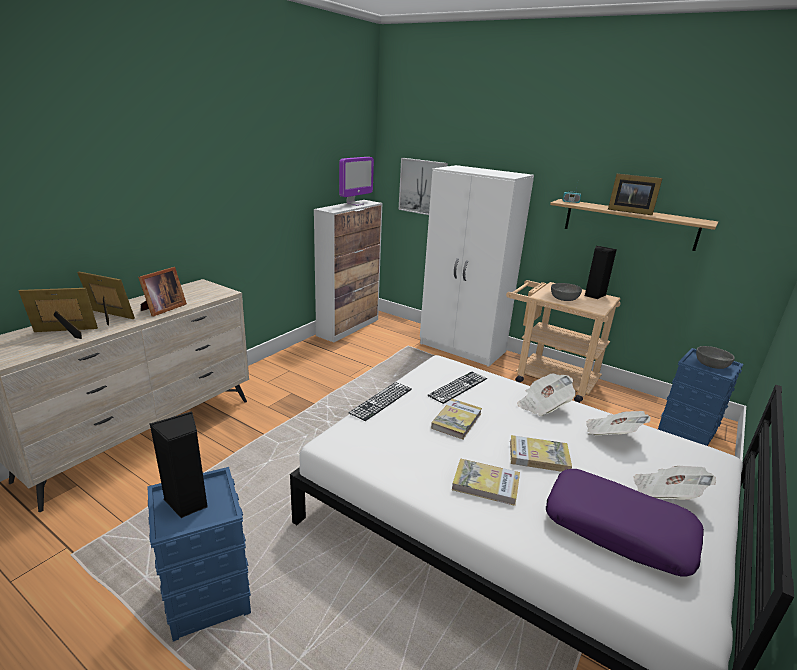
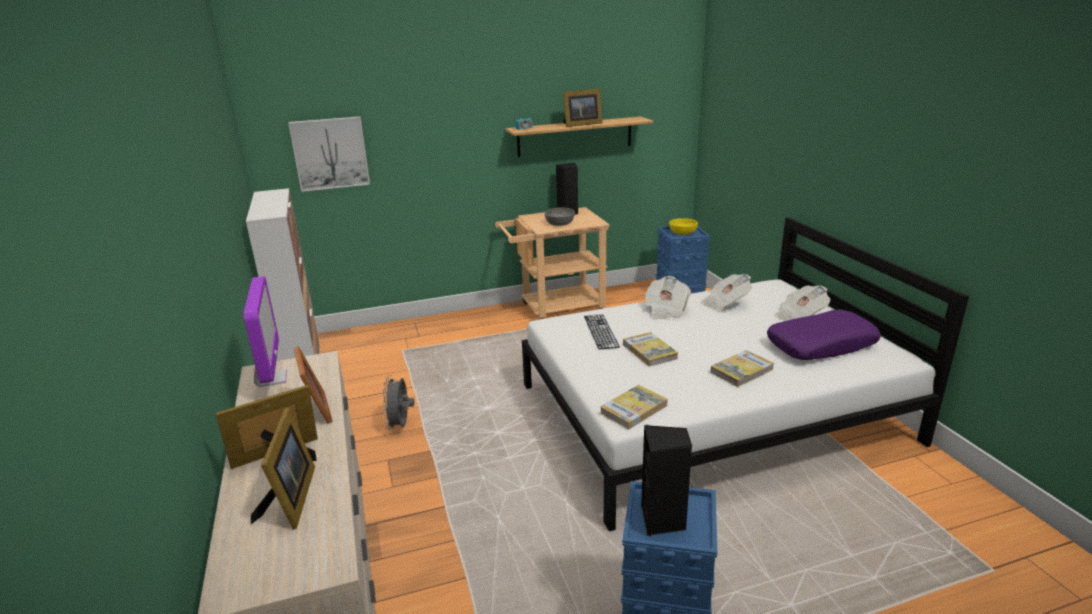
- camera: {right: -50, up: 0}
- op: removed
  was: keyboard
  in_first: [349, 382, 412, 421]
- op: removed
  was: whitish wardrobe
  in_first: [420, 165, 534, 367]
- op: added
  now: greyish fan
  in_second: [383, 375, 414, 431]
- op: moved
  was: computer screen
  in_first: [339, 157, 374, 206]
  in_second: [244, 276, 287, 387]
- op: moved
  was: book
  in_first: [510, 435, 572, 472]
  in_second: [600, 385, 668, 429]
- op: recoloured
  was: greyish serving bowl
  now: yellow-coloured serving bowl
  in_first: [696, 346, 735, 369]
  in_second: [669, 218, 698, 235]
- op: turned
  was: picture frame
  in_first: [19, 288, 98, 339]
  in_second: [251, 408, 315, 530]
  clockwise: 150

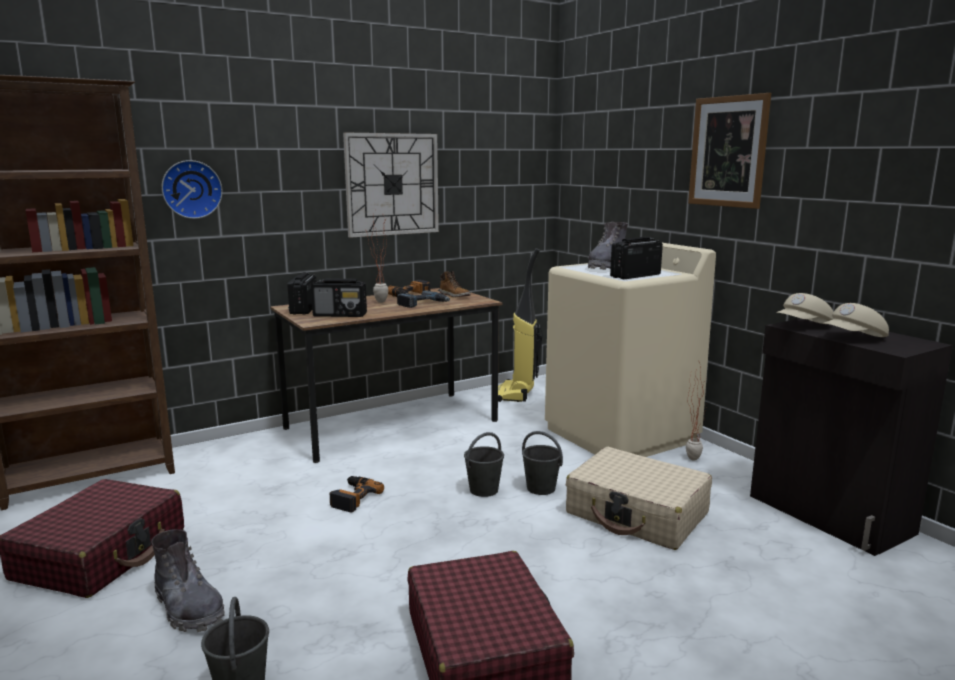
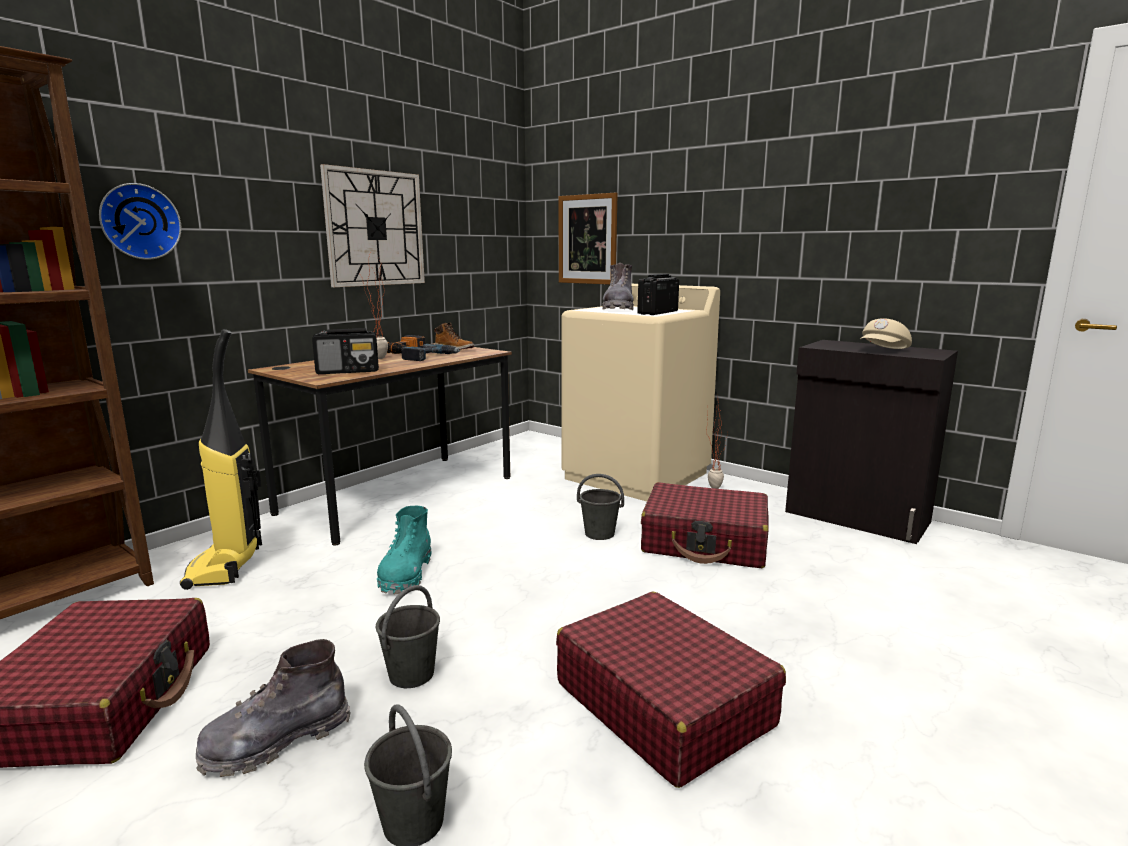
- camera: {right: -20, up: 0}
- op: removed
  was: radio
  in_first: [287, 272, 316, 315]
- op: removed
  was: sand-coloured cap
  in_first: [776, 293, 834, 324]
- op: moved
  was: greyish water bucket
  in_first: [464, 432, 504, 497]
  in_second: [375, 585, 440, 688]
- op: moved
  was: hoover
  in_first: [498, 248, 543, 402]
  in_second: [180, 329, 262, 590]
- op: moved
  was: picture
  in_first: [688, 93, 771, 209]
  in_second: [559, 193, 618, 285]
- op: replaced
  was: drill
  now: blue-green high-top boot
  in_first: [330, 476, 384, 513]
  in_second: [377, 506, 431, 594]
- op: recoloured
  was: sand-coloured travel case
  now: reddish travel case
  in_first: [566, 447, 712, 550]
  in_second: [641, 482, 769, 568]
- op: turned
  was: greyish high-top boot
  in_first: [151, 529, 225, 632]
  in_second: [196, 639, 351, 777]
  clockwise: 120

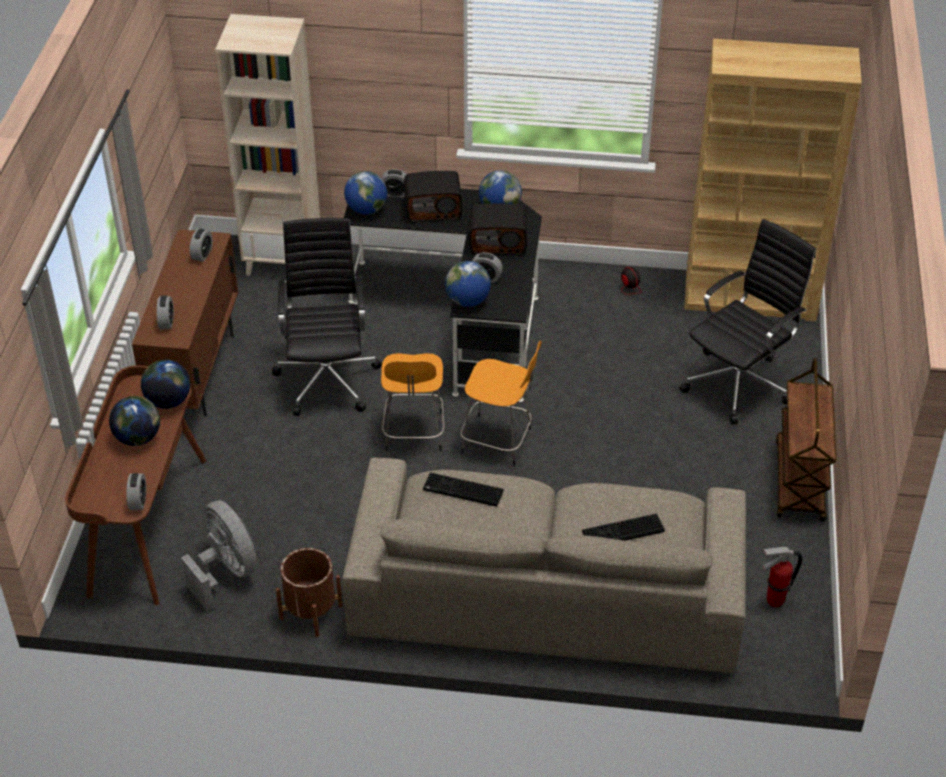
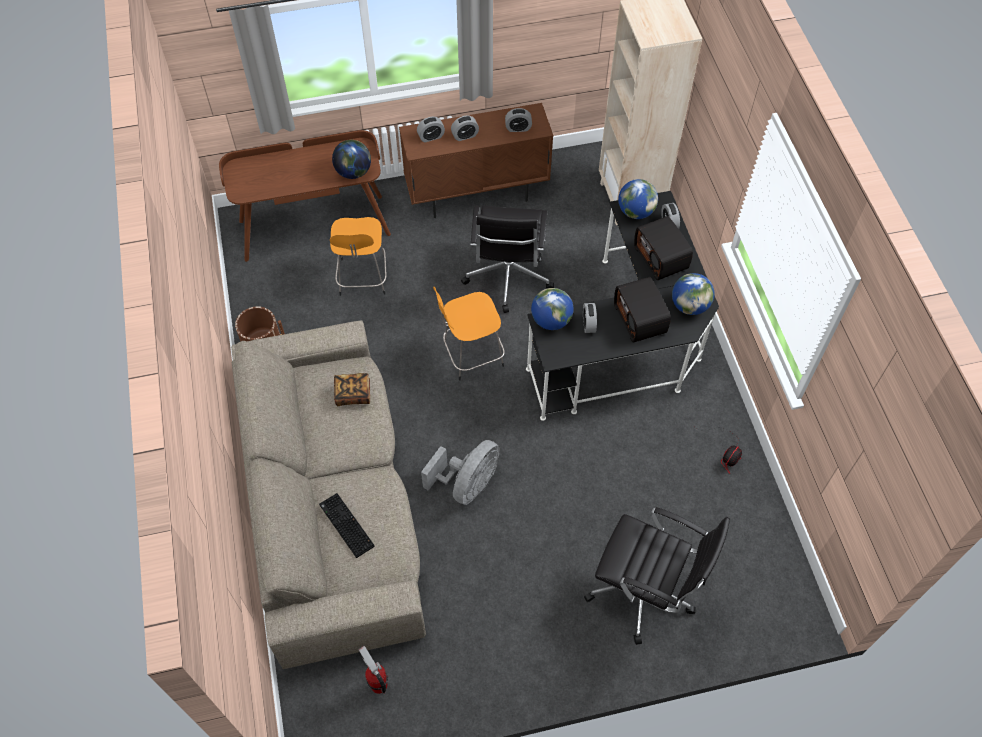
- camera: {right: 70, up: 15}
- op: removed
  was: world globe
  in_first: [109, 396, 160, 446]
- op: removed
  was: brown-coloured shelving unit
  in_first: [685, 39, 862, 322]
- op: removed
  was: brown-coloured wheeled cart
  in_first: [776, 358, 837, 521]
- op: moved
  was: table clock
  in_first: [127, 473, 147, 510]
  in_second: [451, 115, 479, 141]
- op: moved
  was: greyish fan
  in_first: [181, 500, 257, 611]
  in_second: [421, 440, 500, 505]
- op: moved
  was: orange-coloured stool seat
  in_first: [460, 341, 542, 466]
  in_second: [330, 217, 387, 296]
- op: replaced
  was: keyboard
  now: book
  in_first: [423, 472, 504, 507]
  in_second: [334, 373, 370, 406]
- op: turned
  was: blackish office chair
  in_first: [272, 218, 382, 416]
  in_second: [461, 206, 554, 313]
  clockwise: 120

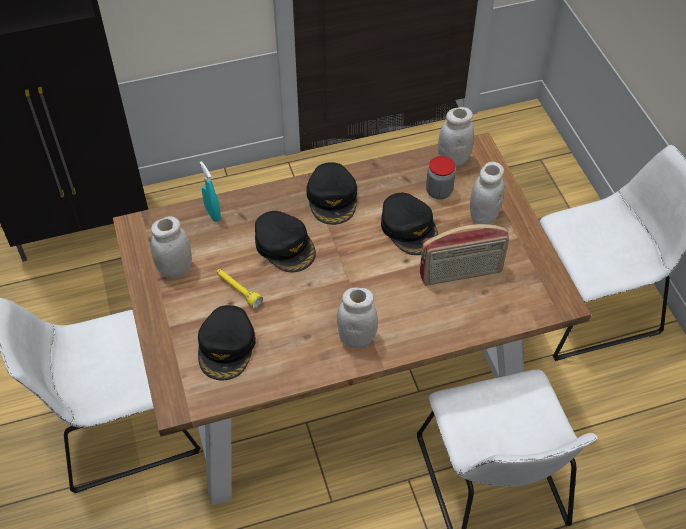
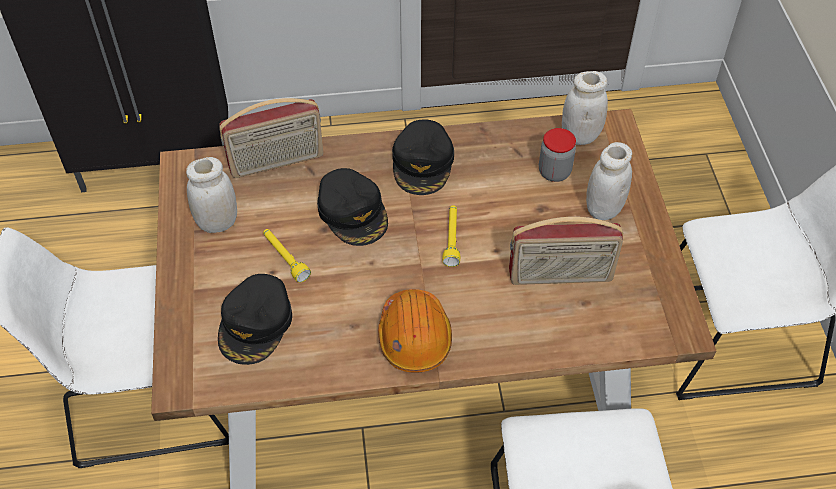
- camera: {right: 10, up: 0}
- op: removed
  was: blackish cap
  in_first: [381, 193, 438, 255]
- op: added
  now: yellow-coloured flashlight
  in_second: [442, 205, 460, 267]
- op: replaced
  was: blue-green spray bottle
  now: radio
  in_first: [200, 161, 221, 221]
  in_second: [219, 98, 323, 178]
- op: replaced
  was: whitish jar
  now: orange-coloured safety helmet
  in_first: [337, 287, 378, 348]
  in_second: [378, 289, 452, 373]

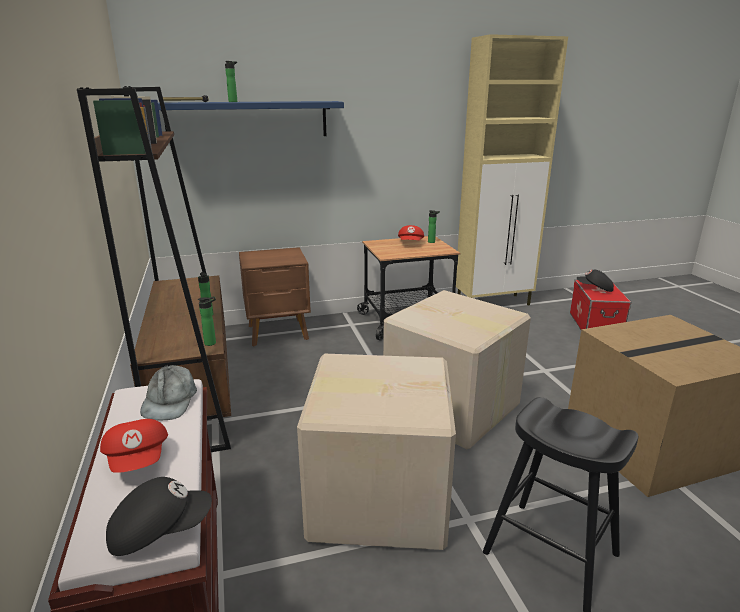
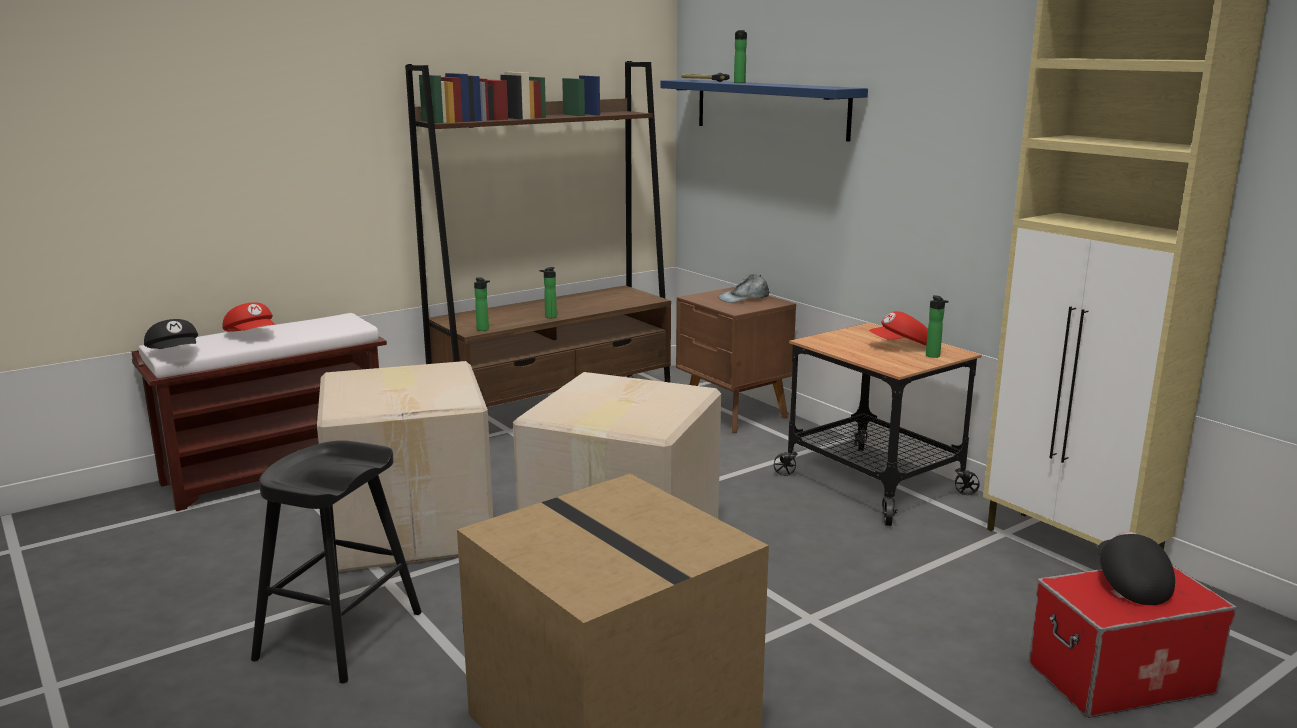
- camera: {right: 70, up: -5}
- op: moved
  was: greyish cap
  in_first: [140, 364, 197, 420]
  in_second: [718, 274, 769, 303]
- op: turned
  was: reddish cap
  in_first: [100, 419, 168, 473]
  in_second: [223, 302, 275, 332]
  clockwise: -90

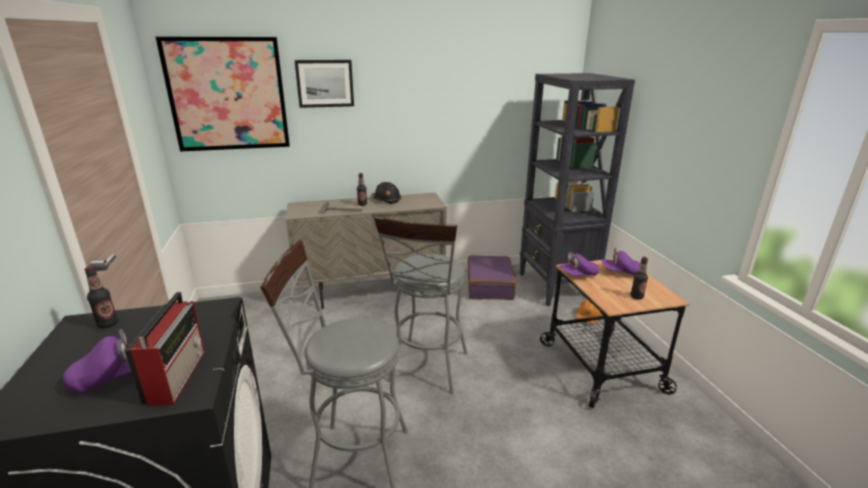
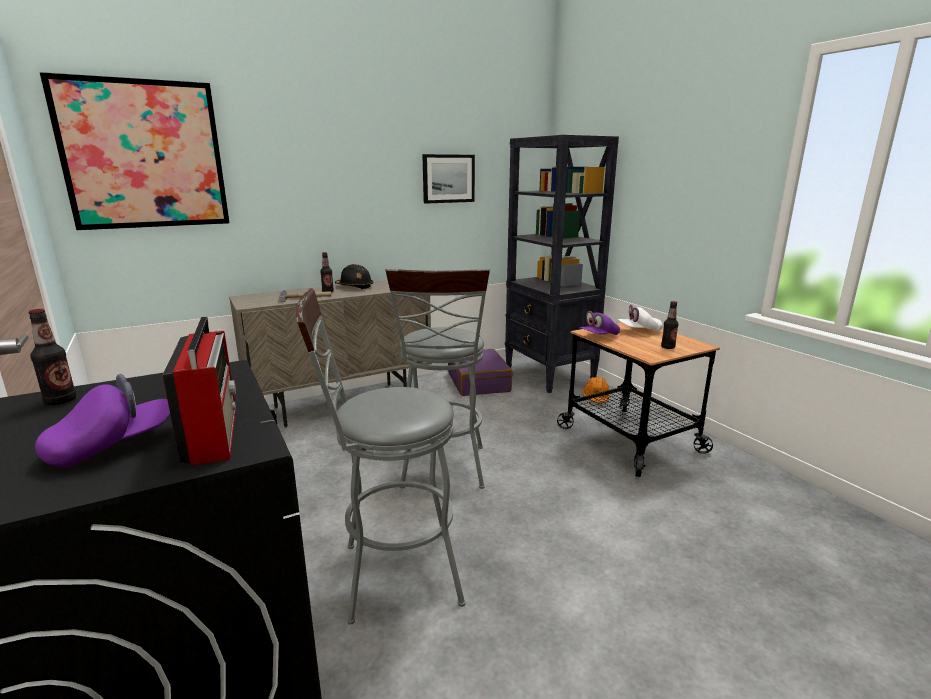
- camera: {right: -15, up: -5}
- op: moved
  was: picture
  in_first: [295, 60, 354, 108]
  in_second: [422, 154, 475, 204]
- op: recoloured
  was: purple cap
  now: whitish cap
  in_first: [601, 248, 640, 275]
  in_second: [618, 305, 662, 332]

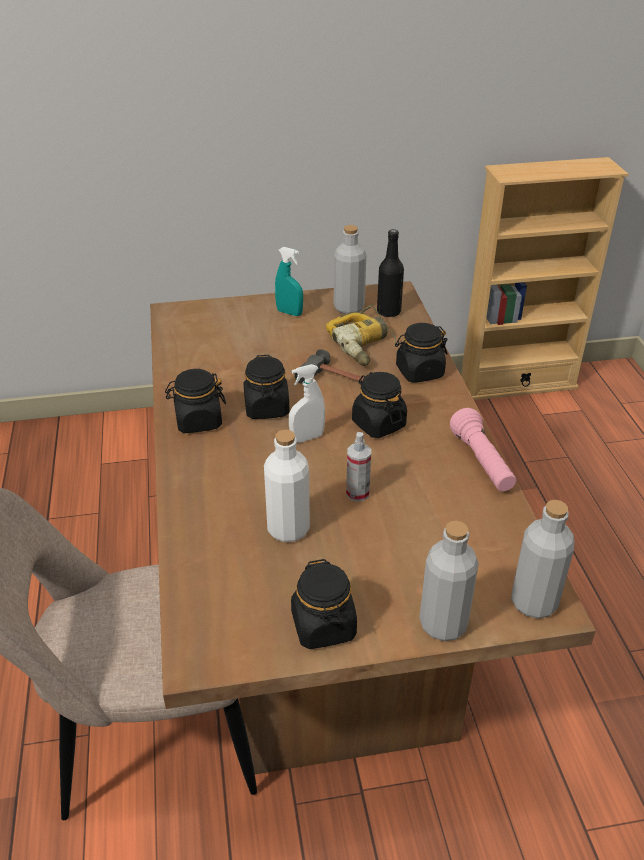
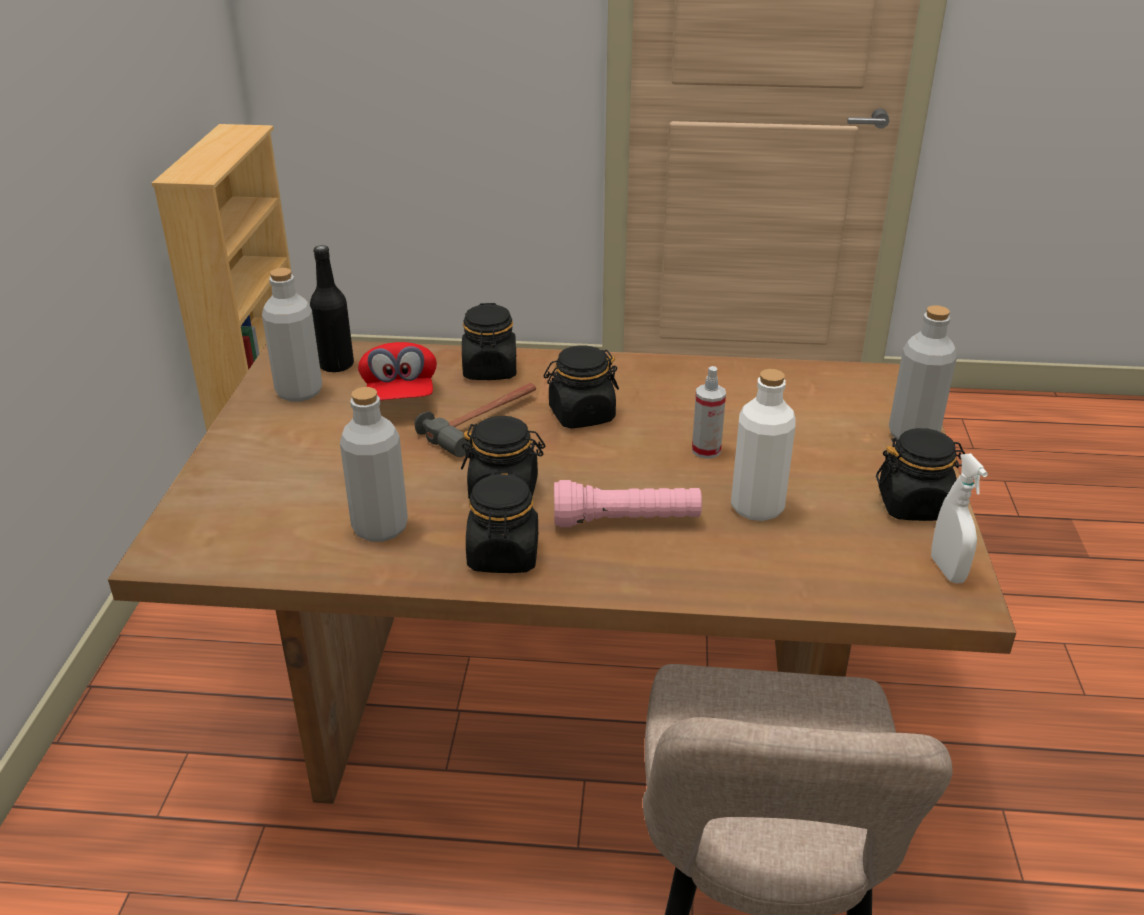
- camera: {right: -75, up: -5}
- op: removed
  was: blue-green spray bottle
  in_first: [275, 247, 303, 316]
- op: moved
  was: whitish spray bottle
  in_first: [289, 364, 325, 443]
  in_second: [931, 453, 988, 583]
- op: moved
  was: pink-coloured flashlight
  in_first: [450, 408, 516, 491]
  in_second: [554, 480, 702, 527]
- op: moved
  was: greyish beverage bottle
  in_first: [511, 500, 575, 619]
  in_second: [340, 387, 408, 542]
- op: replaced
  was: drill
  now: reddish cap
  in_first: [326, 305, 397, 366]
  in_second: [358, 342, 437, 400]

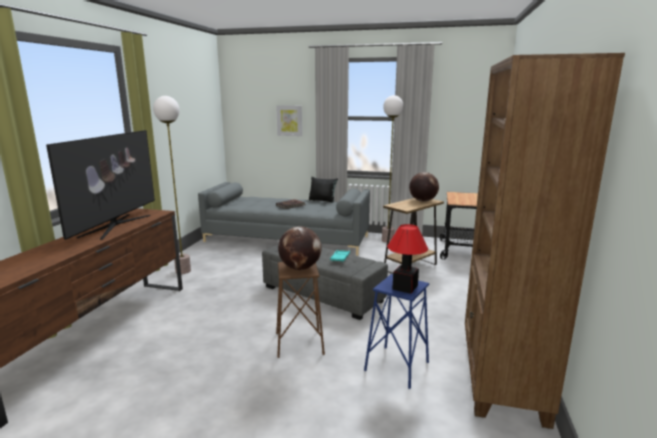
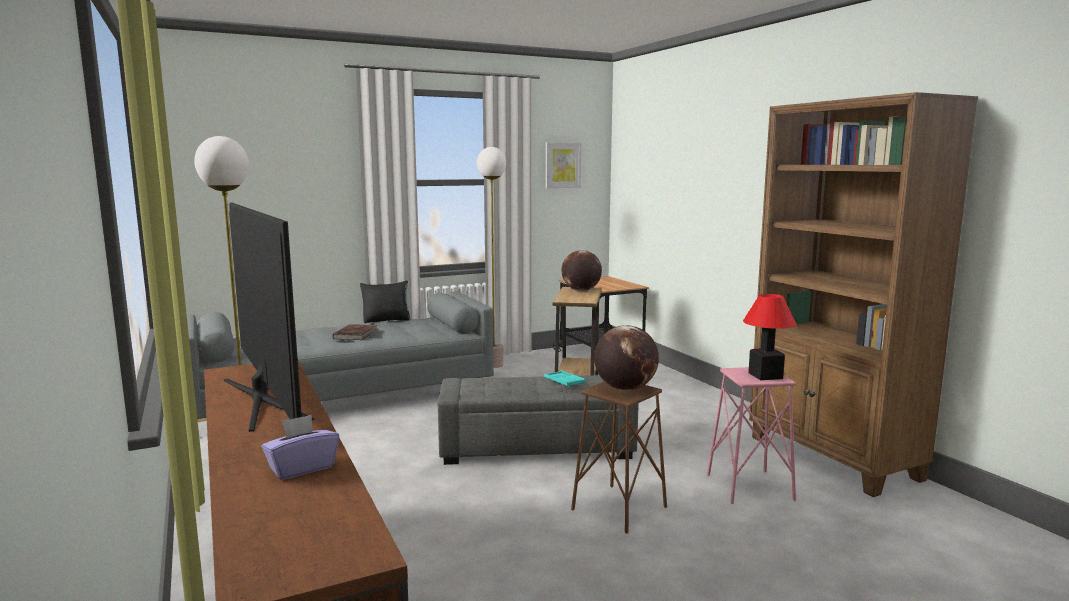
- camera: {right: -40, up: -5}
- op: added
  now: purple tissue box
  in_second: [261, 415, 339, 480]
- op: moved
  was: picture
  in_first: [276, 105, 302, 136]
  in_second: [545, 142, 581, 188]
- op: recoloured
  was: blue stool seat
  now: pink-coloured stool seat
  in_first: [364, 274, 429, 389]
  in_second: [707, 367, 796, 504]

